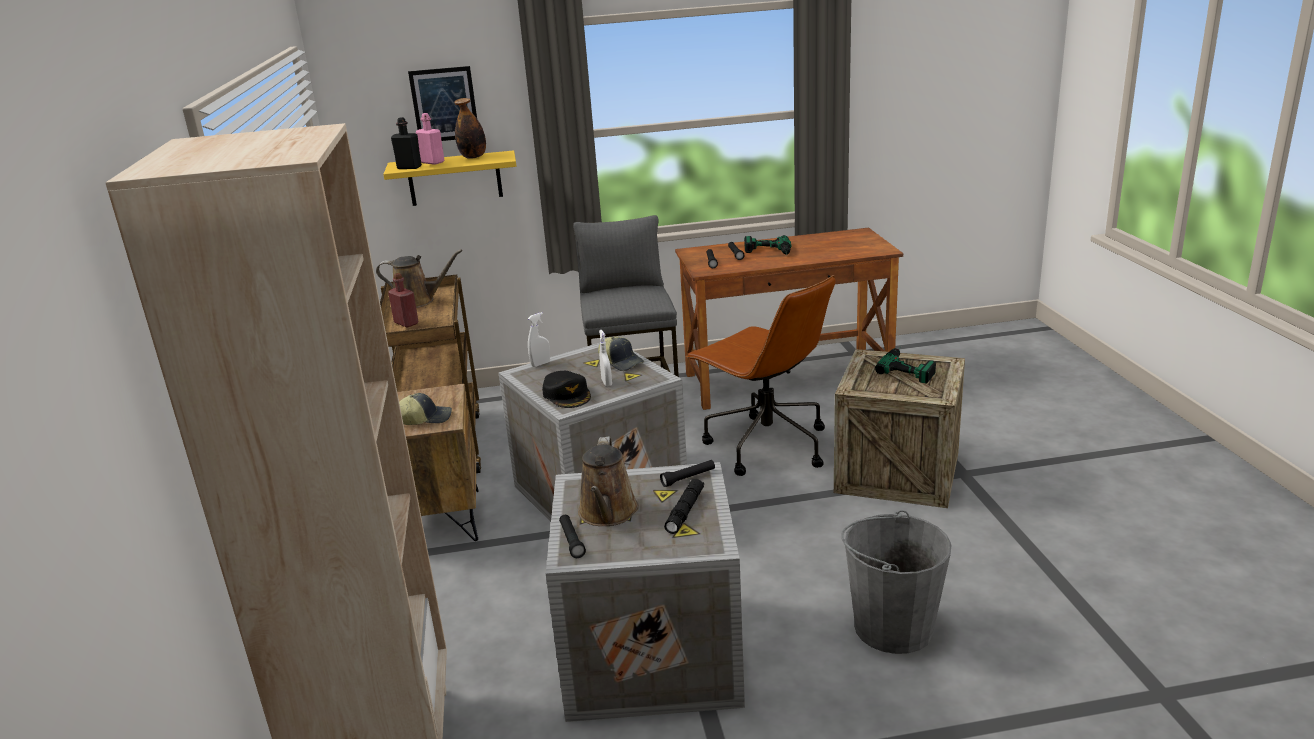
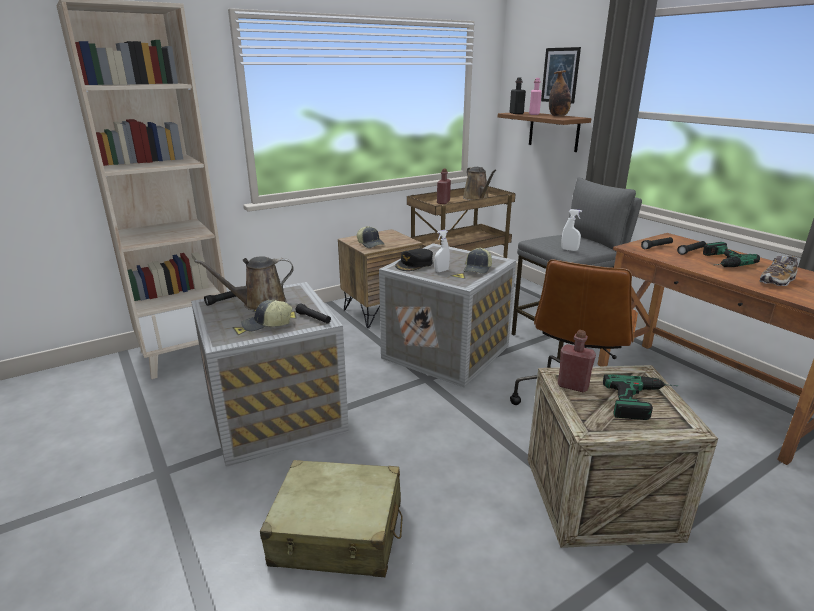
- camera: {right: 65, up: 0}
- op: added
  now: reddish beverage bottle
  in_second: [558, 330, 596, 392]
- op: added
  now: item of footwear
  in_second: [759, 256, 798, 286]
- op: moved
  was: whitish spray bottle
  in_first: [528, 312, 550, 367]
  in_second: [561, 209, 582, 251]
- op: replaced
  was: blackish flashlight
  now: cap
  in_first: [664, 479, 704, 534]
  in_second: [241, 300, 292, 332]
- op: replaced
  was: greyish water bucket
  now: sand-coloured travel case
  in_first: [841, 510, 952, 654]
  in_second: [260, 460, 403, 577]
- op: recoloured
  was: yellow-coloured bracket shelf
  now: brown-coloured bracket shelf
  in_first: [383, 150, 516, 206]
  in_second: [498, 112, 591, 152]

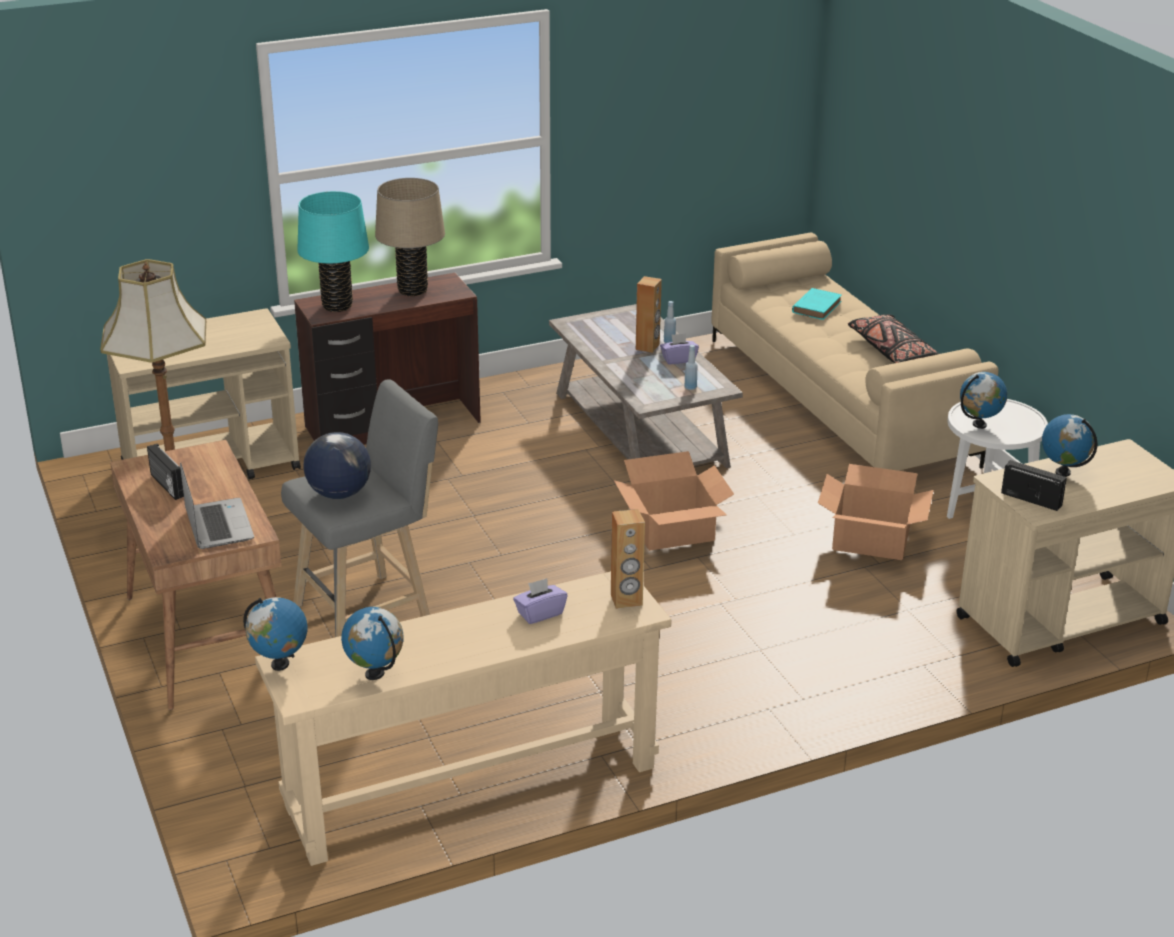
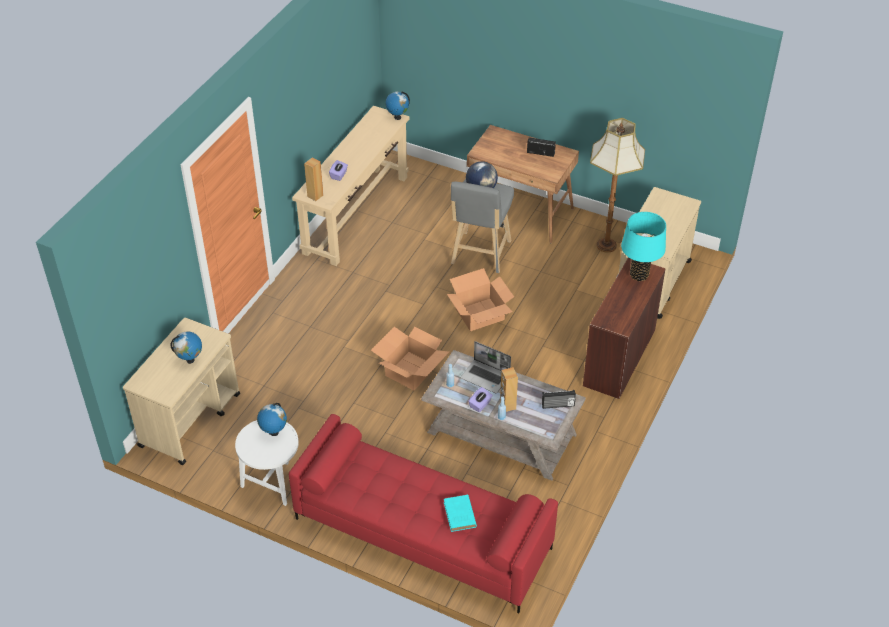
- camera: {right: 140, up: 15}
- op: removed
  was: world globe
  in_first: [341, 607, 404, 680]
- op: removed
  was: sand-coloured tabletop lamp
  in_first: [375, 178, 445, 296]
- op: removed
  was: blackish pillow
  in_first: [848, 314, 941, 363]
- op: moved
  was: portable computer
  in_first: [180, 462, 254, 549]
  in_second: [461, 341, 511, 393]
- op: moved
  was: cardboard box
  in_first: [818, 464, 934, 560]
  in_second: [447, 268, 514, 331]
- op: moved
  was: radio
  in_first: [1001, 460, 1067, 511]
  in_second: [542, 390, 576, 409]
- op: recoloured
  was: sand-coloured couch
  now: reddish couch
  in_first: [711, 233, 999, 471]
  in_second: [289, 414, 558, 613]

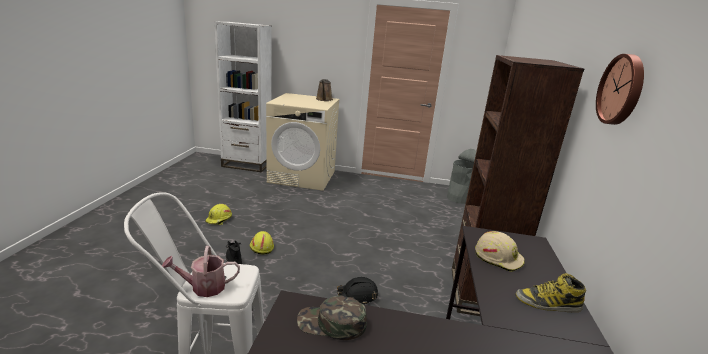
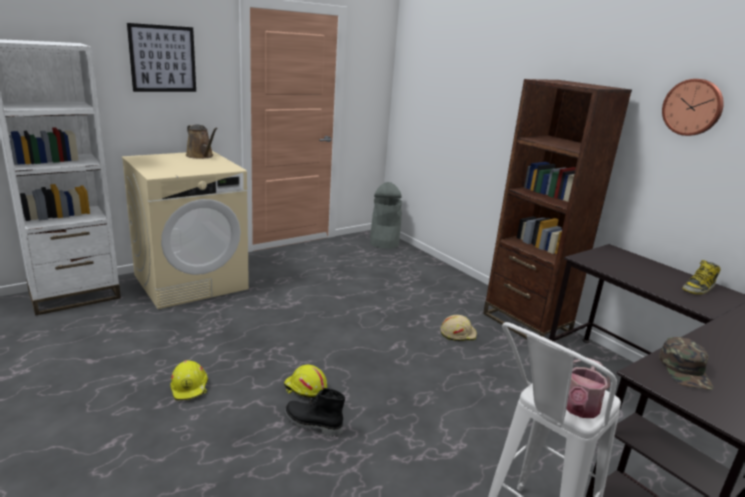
- camera: {right: -45, up: 0}
- op: removed
  was: blackish safety helmet
  in_first: [337, 277, 378, 305]
- op: added
  now: picture
  in_second: [127, 23, 196, 92]
- op: moved
  was: sand-coloured safety helmet
  in_first: [475, 231, 525, 272]
  in_second: [440, 315, 477, 341]
- op: turned
  was: greenish cap
  in_first: [297, 296, 367, 340]
  in_second: [659, 337, 714, 390]
  clockwise: -45

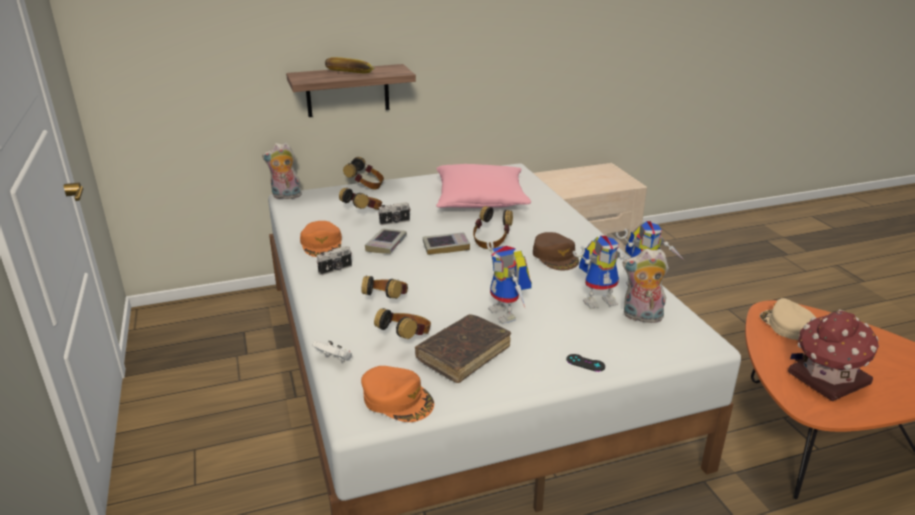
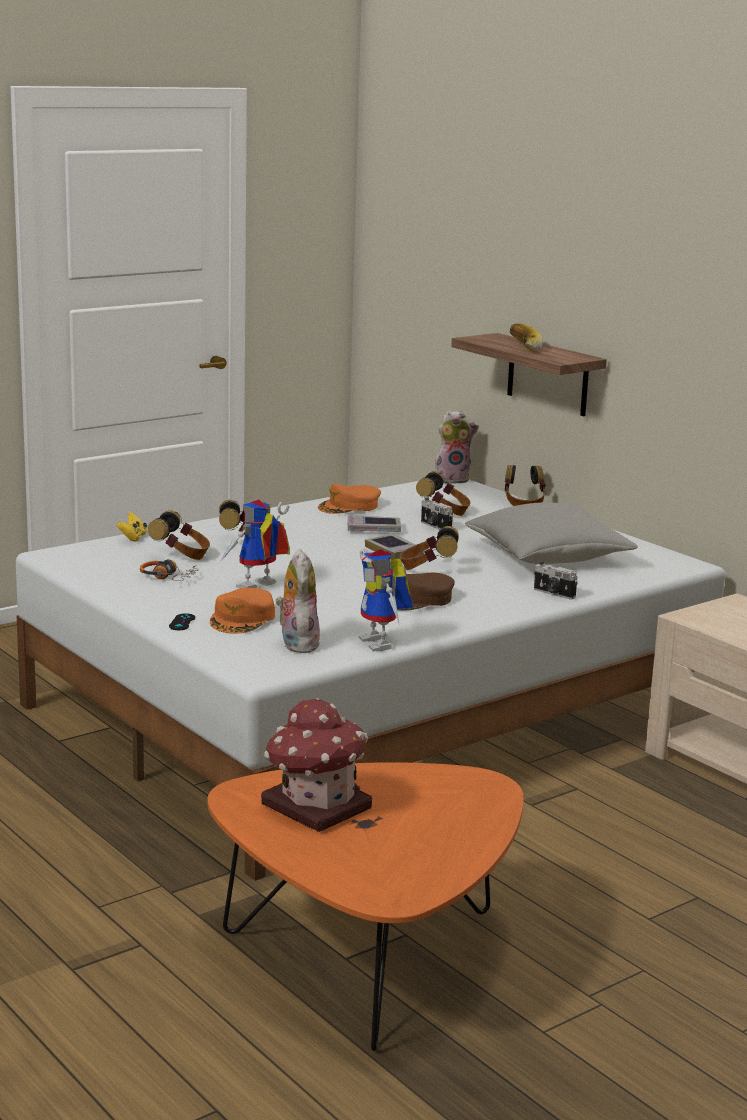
- camera: {right: 70, up: -10}
- op: removed
  was: model robot
  in_first: [573, 236, 628, 309]
- op: removed
  was: sand-coloured cap
  in_first: [760, 298, 816, 340]
- op: moved
  was: photo camera
  in_first: [316, 246, 352, 275]
  in_second: [534, 561, 578, 599]
- op: moved
  was: orange-coloured cap
  in_first: [361, 366, 434, 422]
  in_second: [210, 588, 275, 634]
- op: replaced
  was: brown-coloured book
  now: pair of headphones
  in_first: [415, 314, 511, 383]
  in_second: [140, 559, 199, 581]
- op: recoloured
  was: whitish gamepad
  now: yellow-coloured gamepad
  in_first: [312, 341, 352, 362]
  in_second: [117, 512, 147, 541]
- op: recoloured
  was: pink-coloured pillow
  now: greyish pillow
  in_first: [436, 164, 531, 208]
  in_second: [465, 503, 638, 564]
- op: turned
  was: soft toy
  in_first: [262, 142, 303, 199]
  in_second: [435, 410, 479, 484]
  clockwise: 105

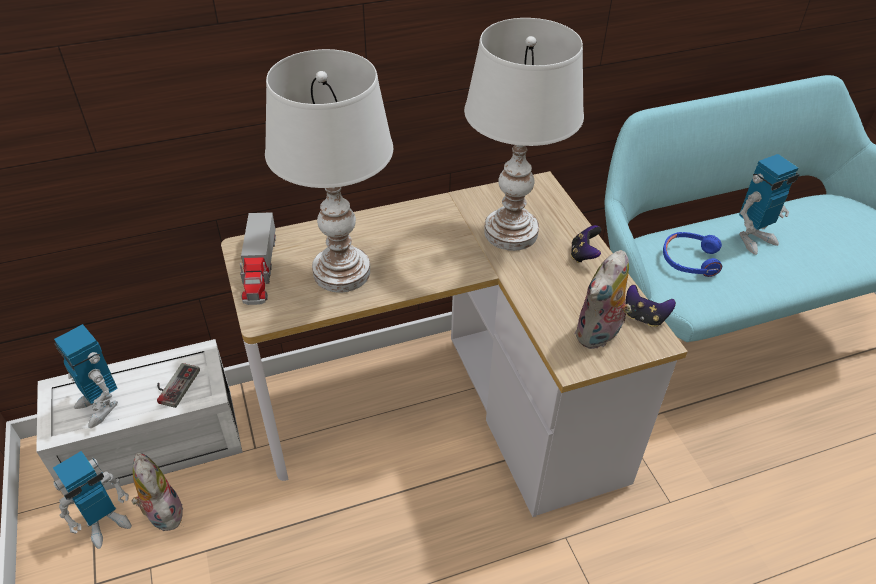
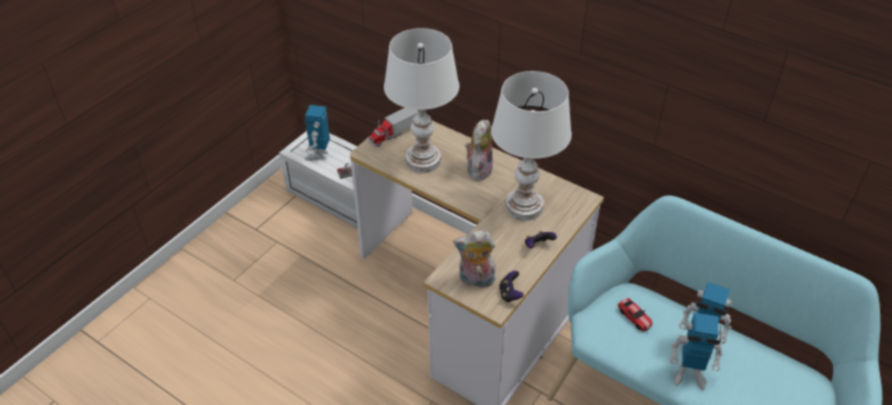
- camera: {right: 55, up: 0}
- op: moved
  was: model robot
  in_first: [53, 451, 132, 549]
  in_second: [670, 313, 723, 390]
- op: moved
  was: soft toy
  in_first: [132, 452, 183, 531]
  in_second: [465, 119, 493, 181]
- op: replaced
  was: blue pair of headphones
  now: toy car
  in_first: [663, 232, 722, 277]
  in_second: [618, 298, 653, 331]

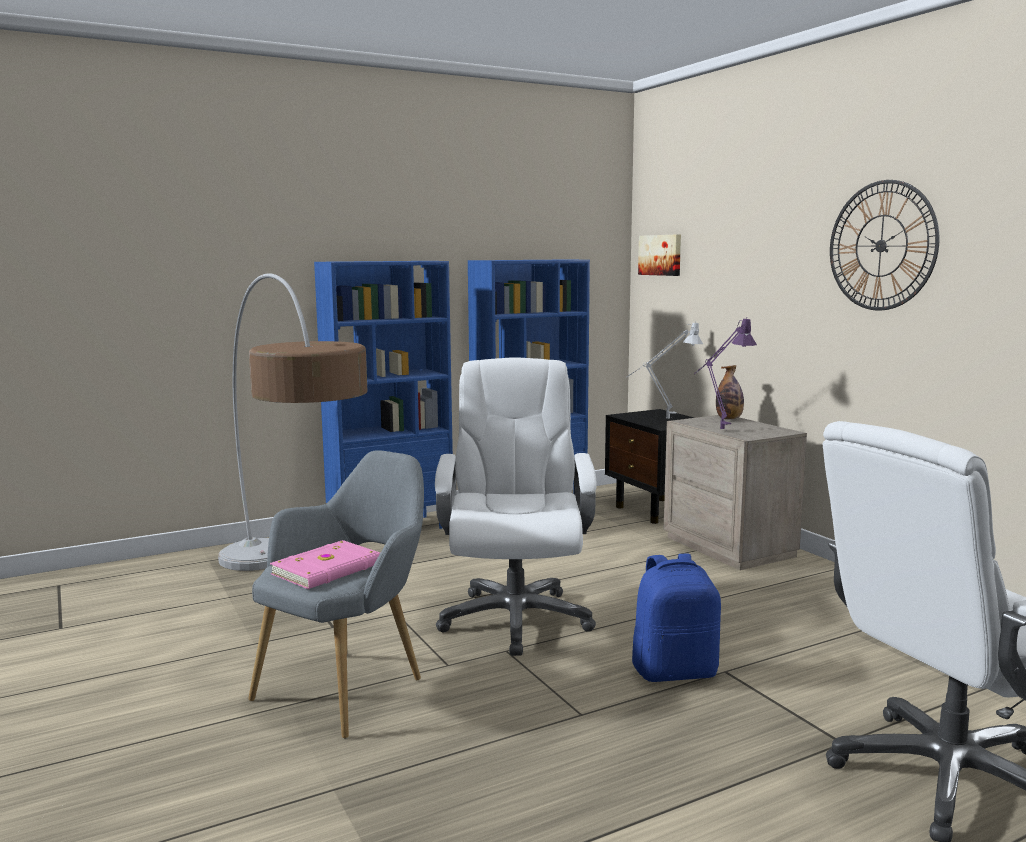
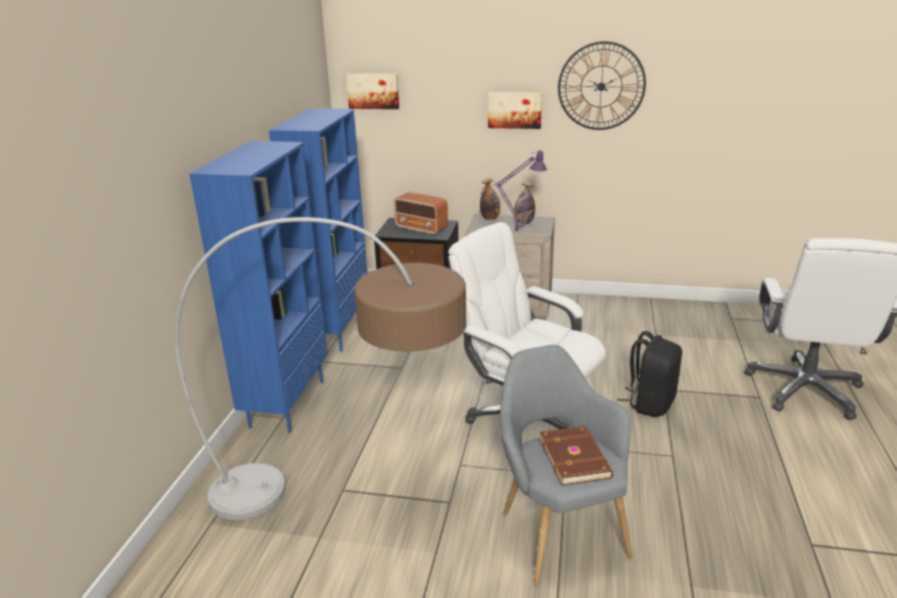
- camera: {right: -50, up: 15}
- op: added
  now: picture
  in_second: [488, 92, 542, 129]
- op: added
  now: beverage bottle
  in_second: [514, 183, 535, 224]
- op: replaced
  was: greyish tabletop lamp
  now: radio
  in_first: [627, 322, 703, 419]
  in_second: [394, 192, 448, 235]
- op: recoloured
  was: pink-coloured book
  now: brown-coloured book
  in_first: [270, 540, 380, 589]
  in_second: [539, 426, 613, 486]
- op: recoloured
  was: blue backpack
  now: blackish backpack
  in_first: [632, 553, 721, 682]
  in_second: [618, 331, 682, 417]

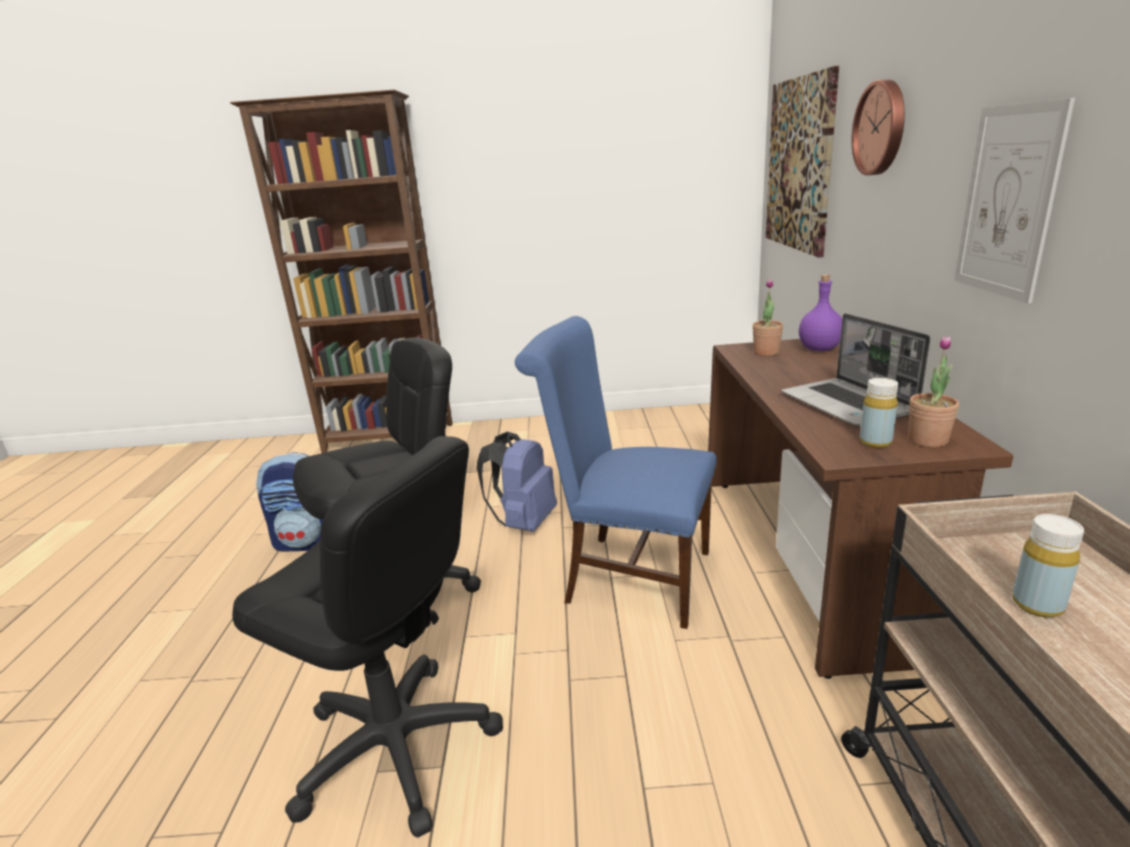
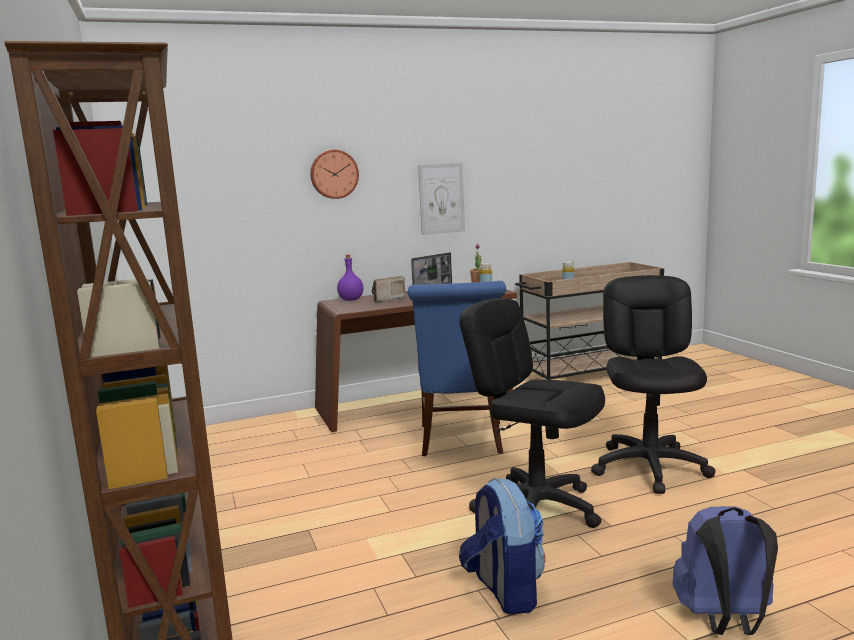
- camera: {right: -110, up: -10}
- op: removed
  was: houseplant
  in_first: [753, 278, 783, 356]
- op: removed
  was: picture
  in_first: [766, 66, 839, 258]
- op: added
  now: radio
  in_second: [372, 276, 405, 303]
- op: moved
  was: blue backpack
  in_first: [477, 432, 557, 532]
  in_second: [673, 507, 778, 635]

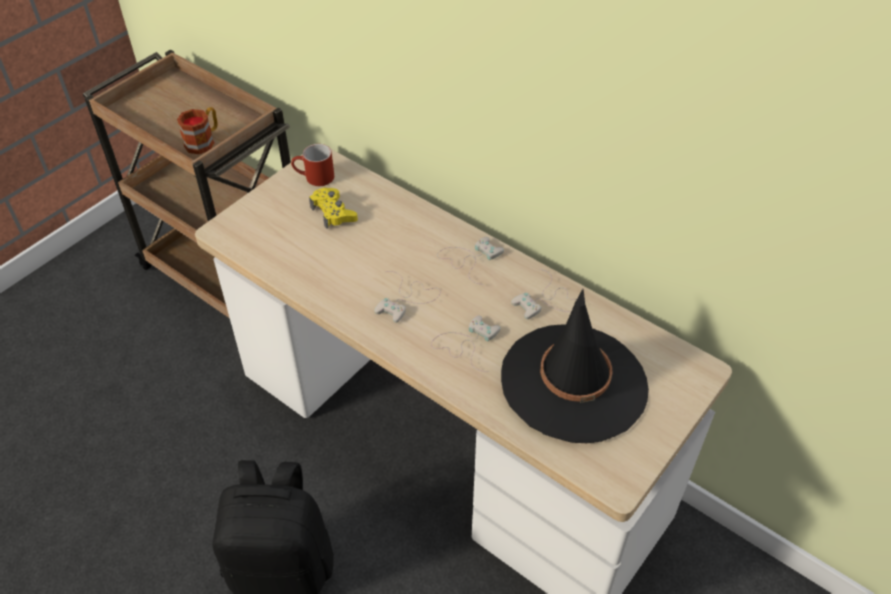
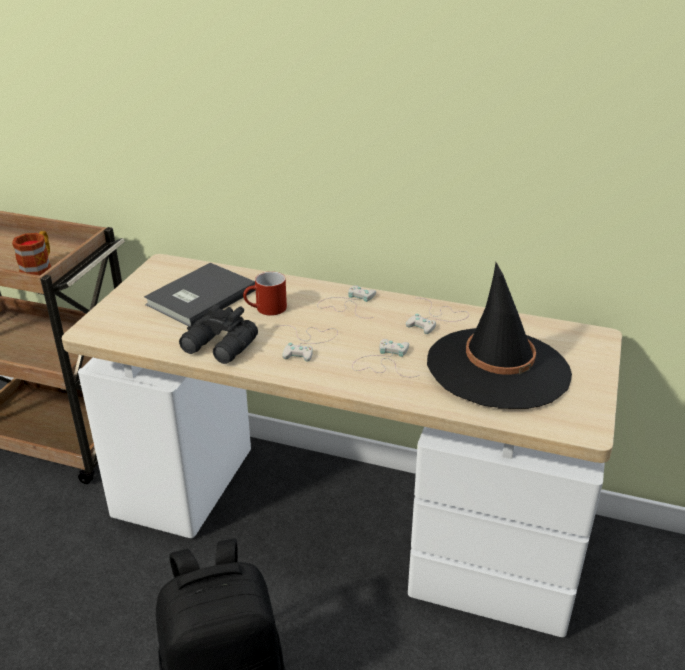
- camera: {right: -20, up: -15}
- op: added
  now: blackish binoculars
  in_second: [179, 304, 258, 364]
- op: moved
  was: reddish tea mug
  in_first: [291, 144, 334, 186]
  in_second: [243, 271, 287, 316]
- op: replaced
  was: yellow-coloured gamepad
  now: greyish book
  in_first: [309, 188, 358, 229]
  in_second: [144, 263, 256, 326]

